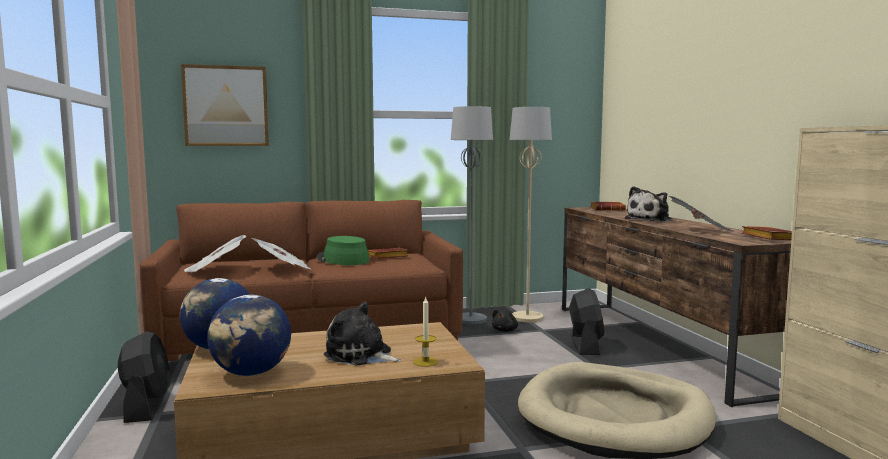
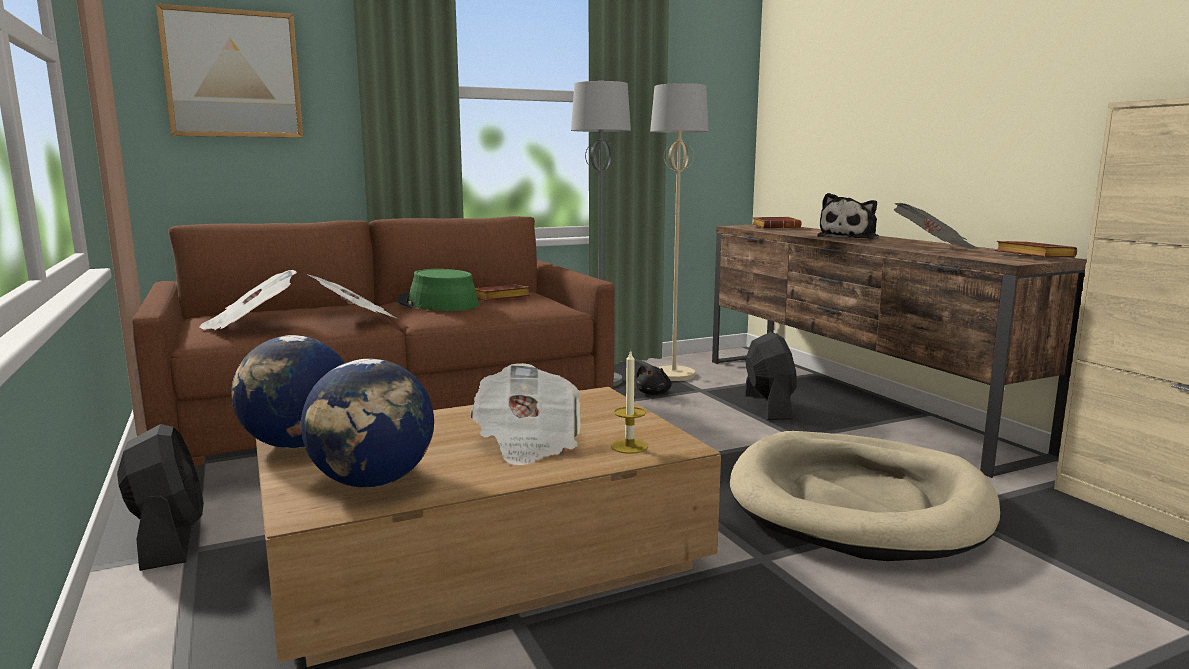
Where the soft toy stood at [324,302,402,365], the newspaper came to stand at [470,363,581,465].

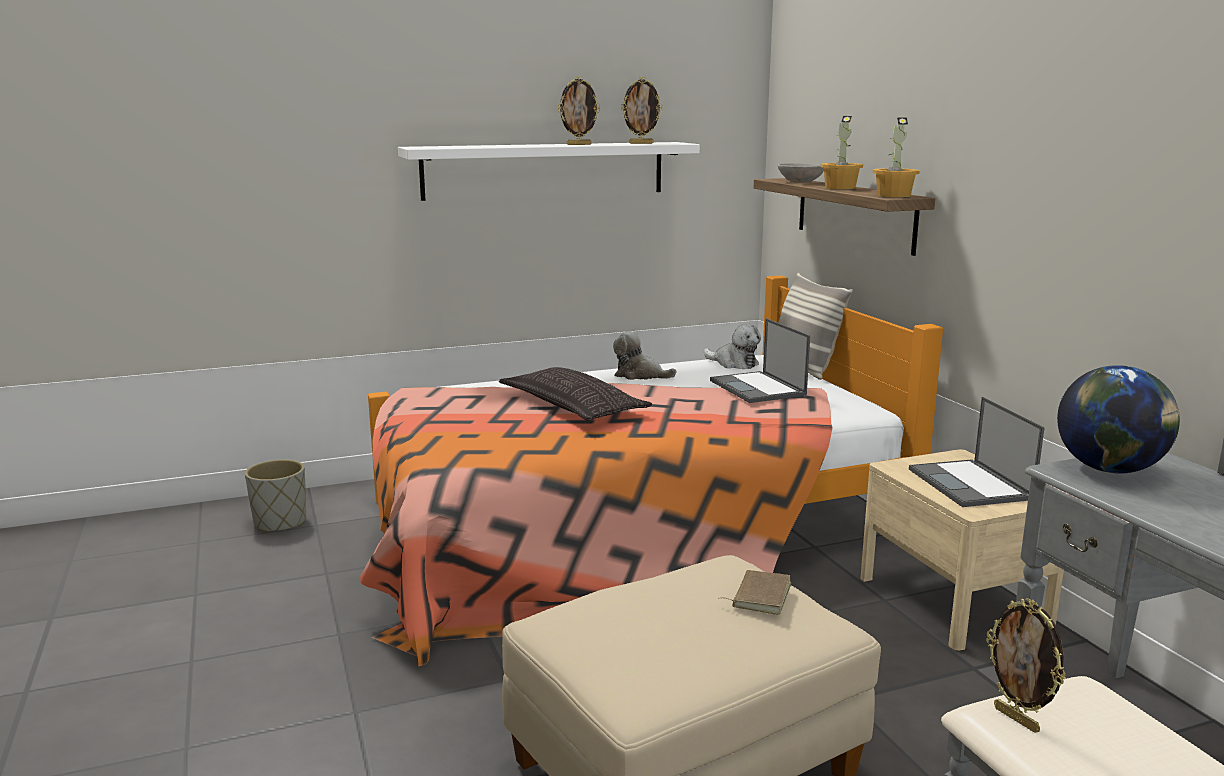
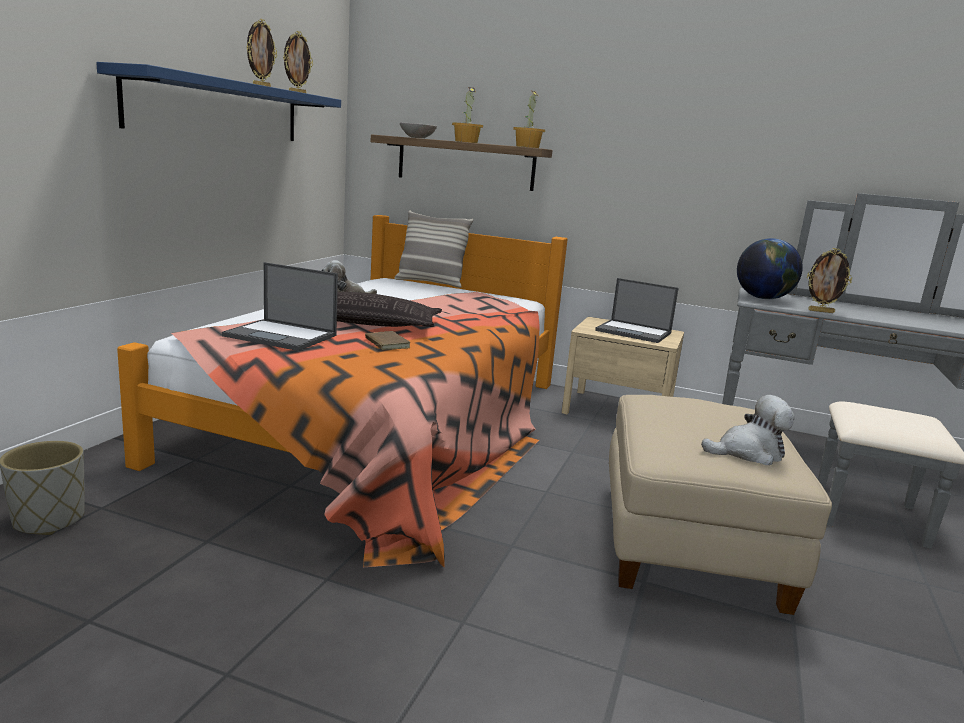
The soft toy ended up elsewhere, having gone from [704,324,761,369] to [701,395,795,465].
The laptop ended up elsewhere, having gone from [710,318,810,403] to [222,262,338,351].
The brown-coloured volume ended up elsewhere, having gone from [718,570,791,615] to [365,331,410,350].
The standing frame ended up elsewhere, having gone from [986,598,1066,733] to [807,248,852,313].
What was the whitish bracket shelf at [398,142,700,201] turned into the blue bracket shelf at [96,62,341,141].

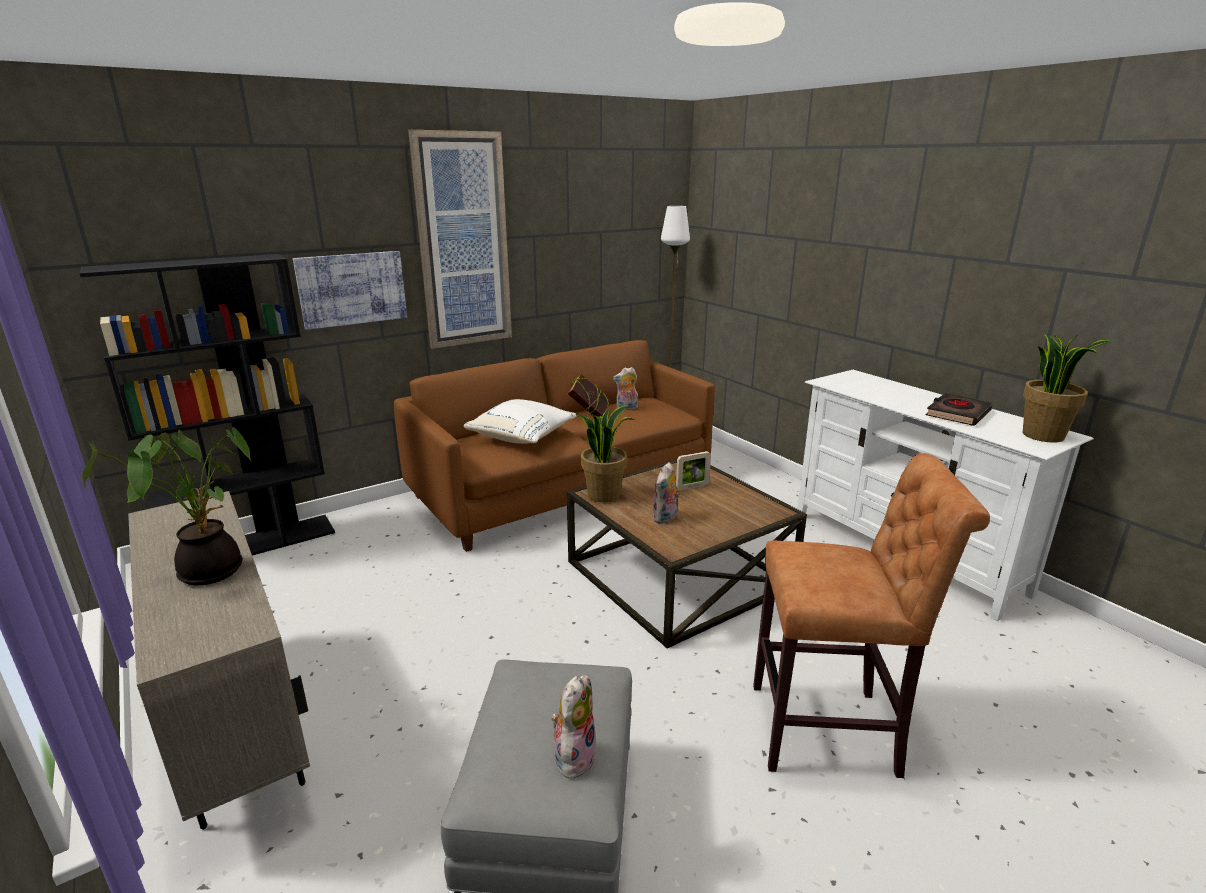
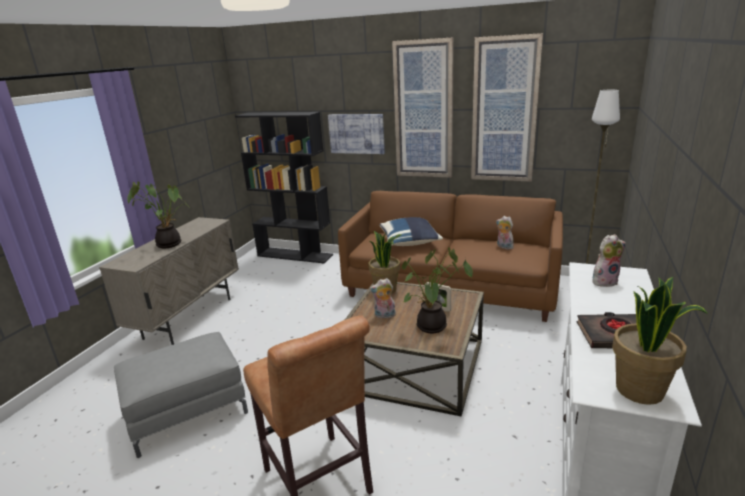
The second view lost the volume at [568,374,610,417].
The second view gained the houseplant at [402,247,473,333].
The second view gained the picture at [471,33,543,182].
The soft toy ended up elsewhere, having gone from [551,675,597,779] to [593,234,626,287].
What was the whitish cushion at [464,399,577,444] turned into the blue cushion at [380,217,443,246].

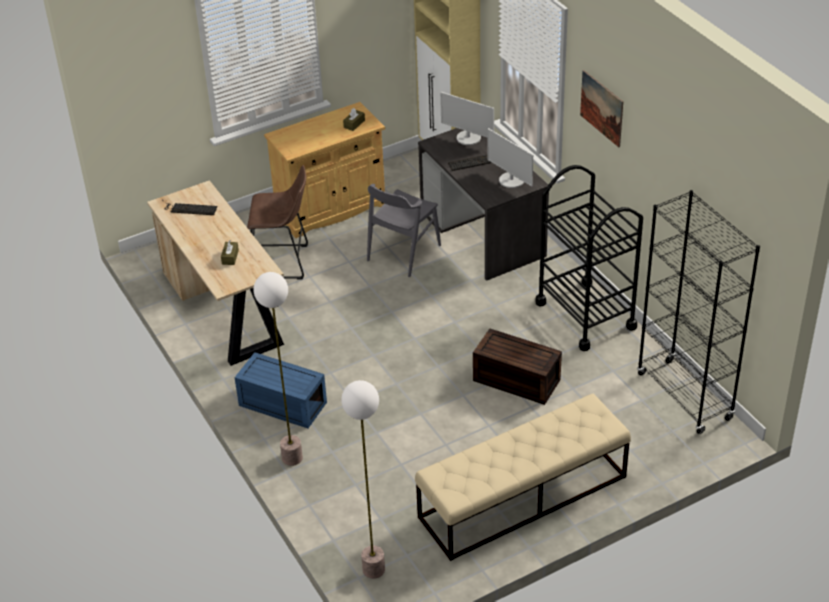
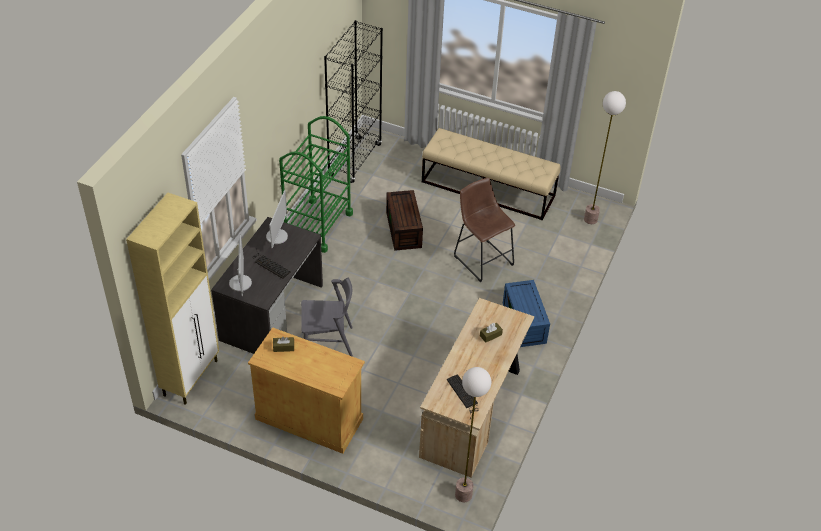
The second view lost the picture at [580,70,623,147].
The brown-coloured stool seat ended up elsewhere, having gone from [247,165,308,280] to [454,178,515,282].
The standing lamp ended up elsewhere, having gone from [253,272,303,466] to [455,367,491,502].
What was the black-coloured cart at [535,165,643,351] turned into the green cart at [279,116,353,253].

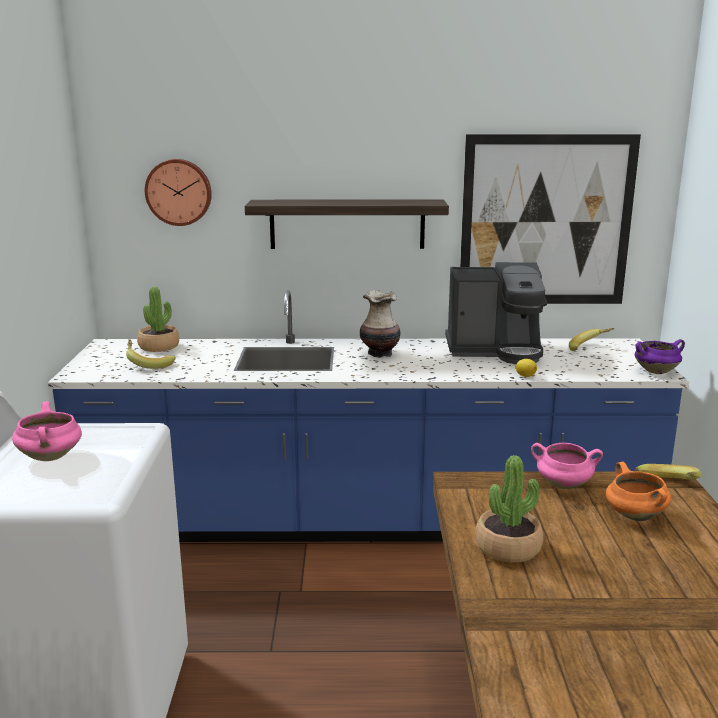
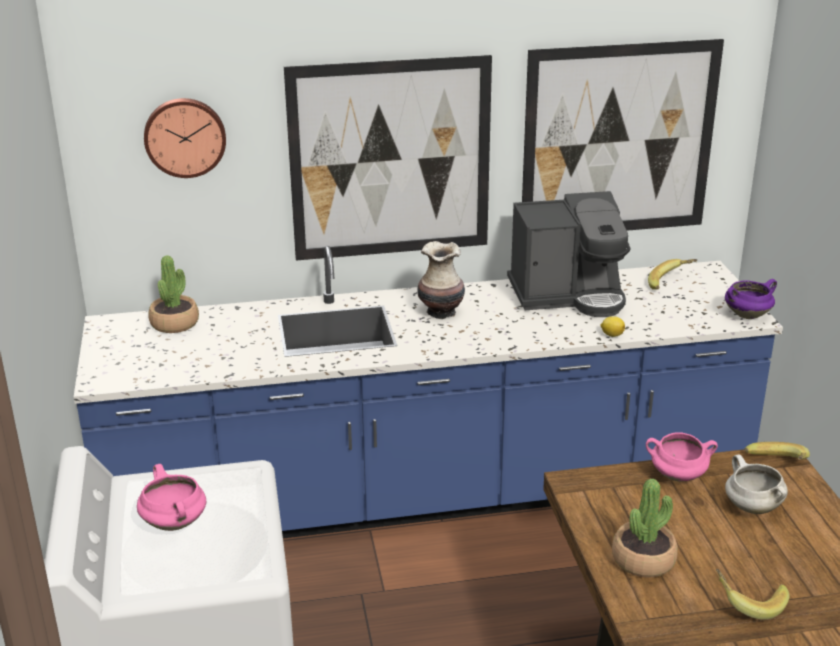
The banana fruit ended up elsewhere, having gone from [126,339,176,369] to [716,569,790,620].
Where the bracket shelf hung at [245,200,449,249], the picture came to hang at [284,55,492,261].
What was the orangey stockpot at [606,462,671,521] turned into the whitish stockpot at [725,454,788,514].

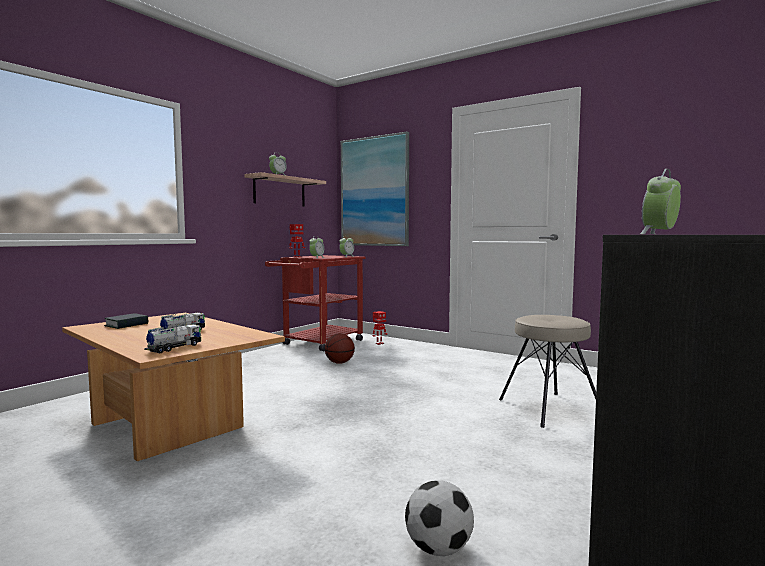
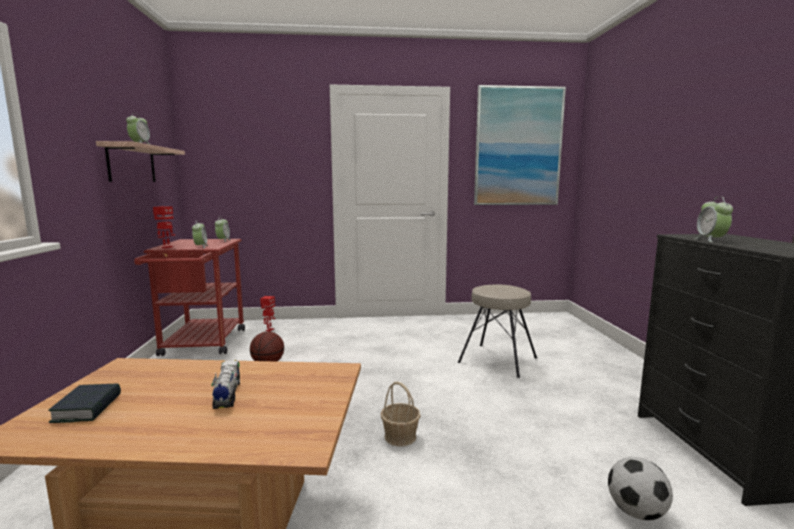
The second view lost the toy lorry at [144,324,201,353].
The second view gained the storage basket at [381,382,421,447].
The picture ended up elsewhere, having gone from [341,132,409,246] to [474,85,566,205].

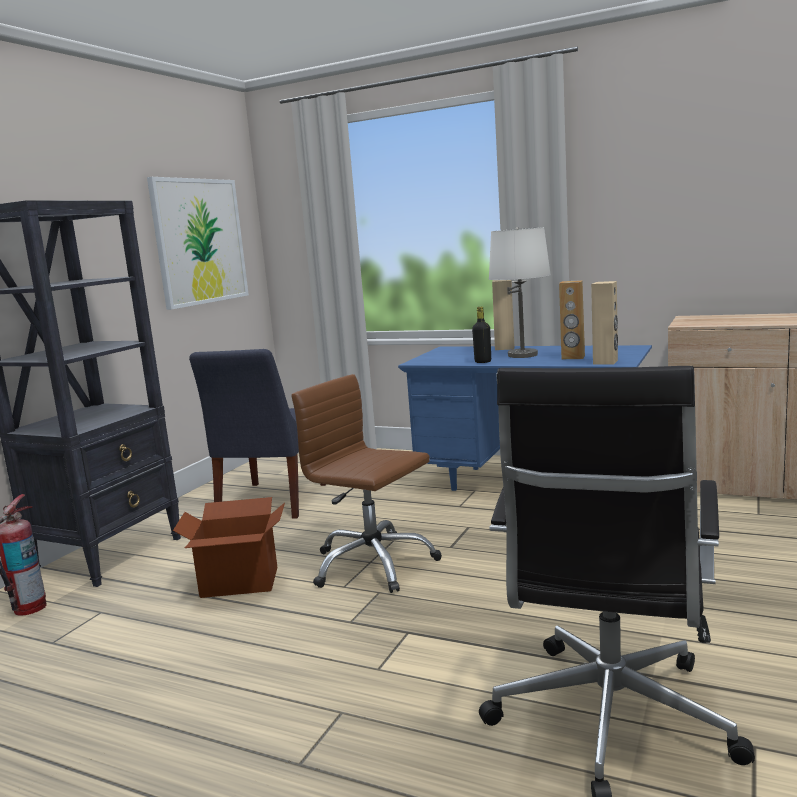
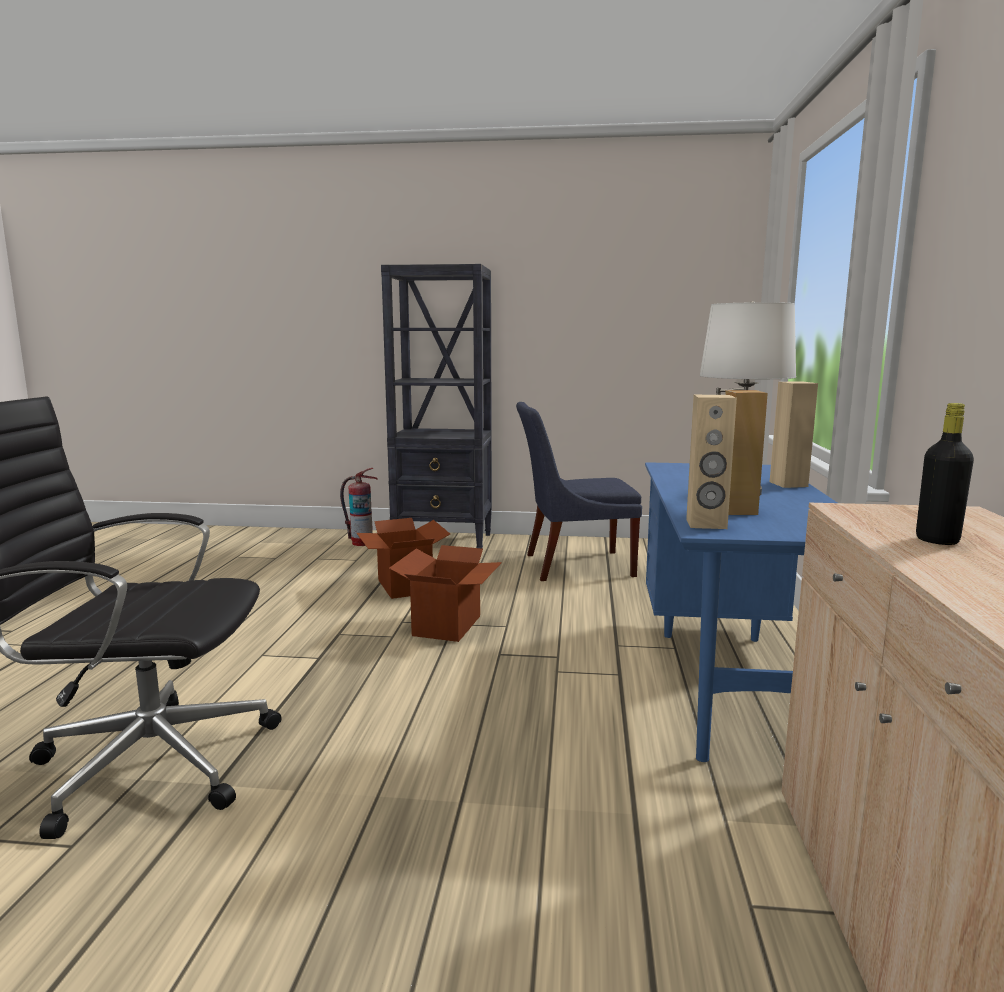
The second view lost the picture at [147,177,249,310].
The black-coloured beverage bottle ended up elsewhere, having gone from [472,307,491,363] to [916,403,974,545].
Where the brown-coloured computer chair stood at [292,374,442,593], the cardboard box came to stand at [389,545,502,642].

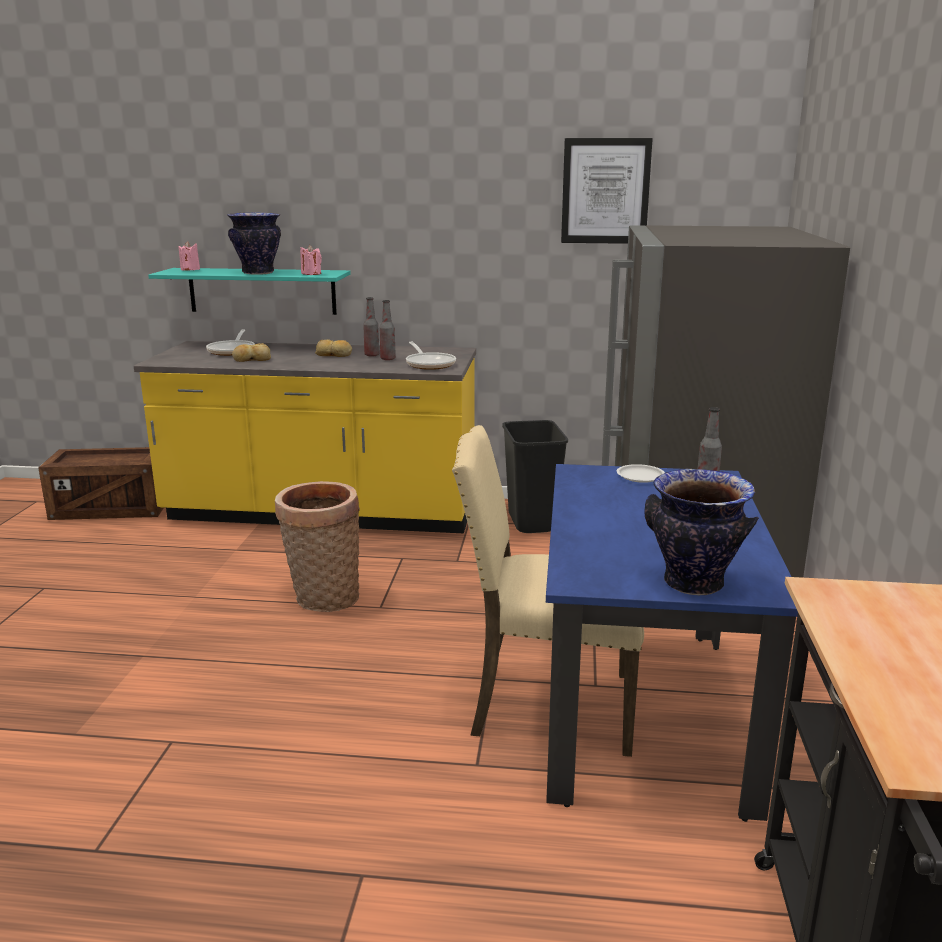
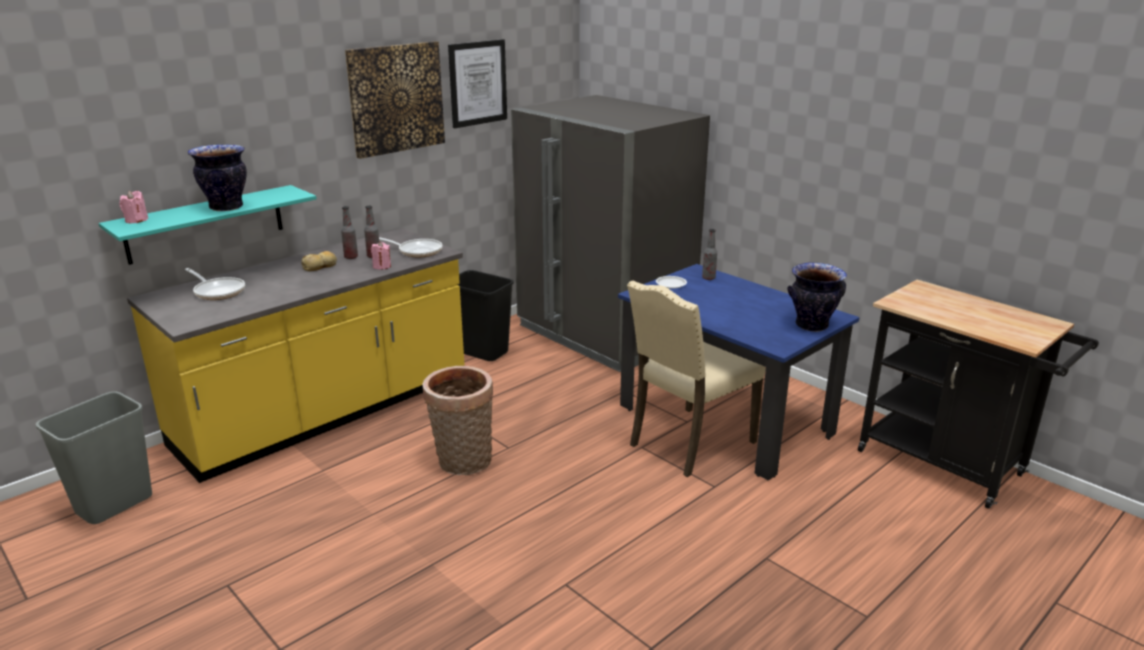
The second view lost the bakery bread at [232,343,271,362].
The second view gained the picture at [345,41,445,159].
The pinkish candle ended up elsewhere, having gone from [300,245,322,275] to [371,241,391,270].
Where the packing crate stood at [38,447,164,520], the greyish trash can came to stand at [36,391,152,524].

